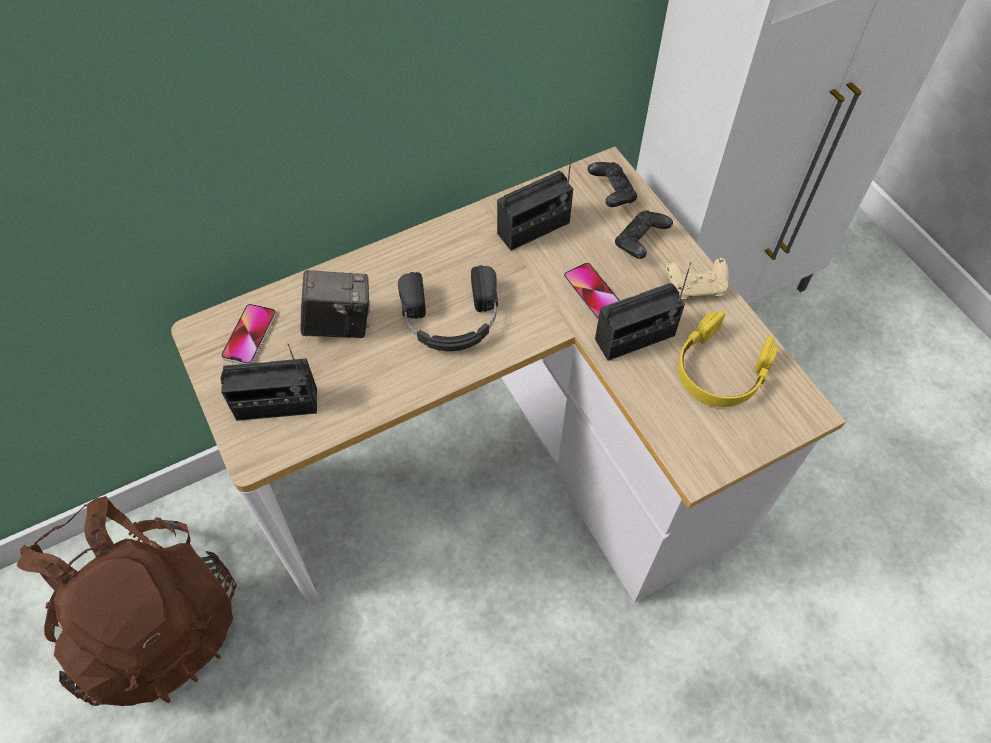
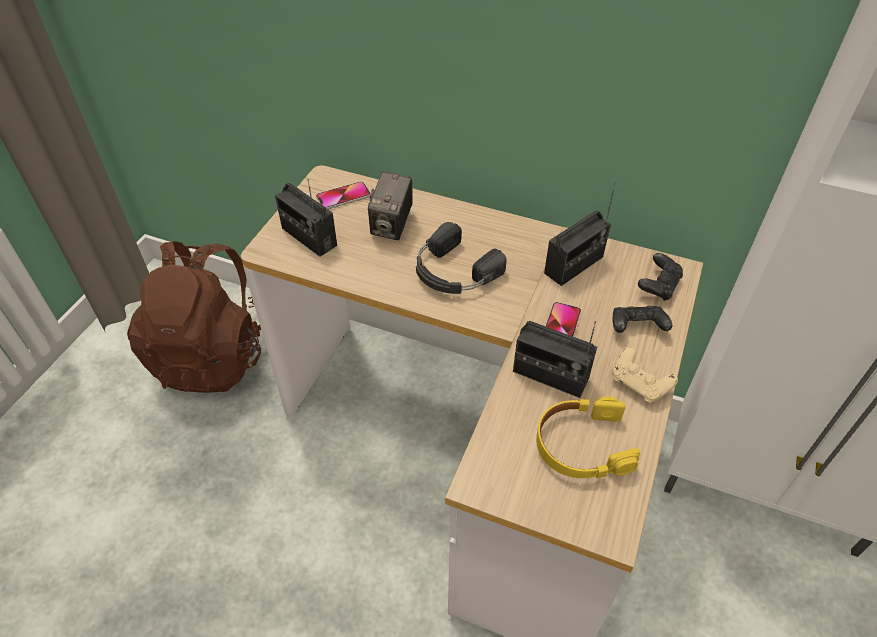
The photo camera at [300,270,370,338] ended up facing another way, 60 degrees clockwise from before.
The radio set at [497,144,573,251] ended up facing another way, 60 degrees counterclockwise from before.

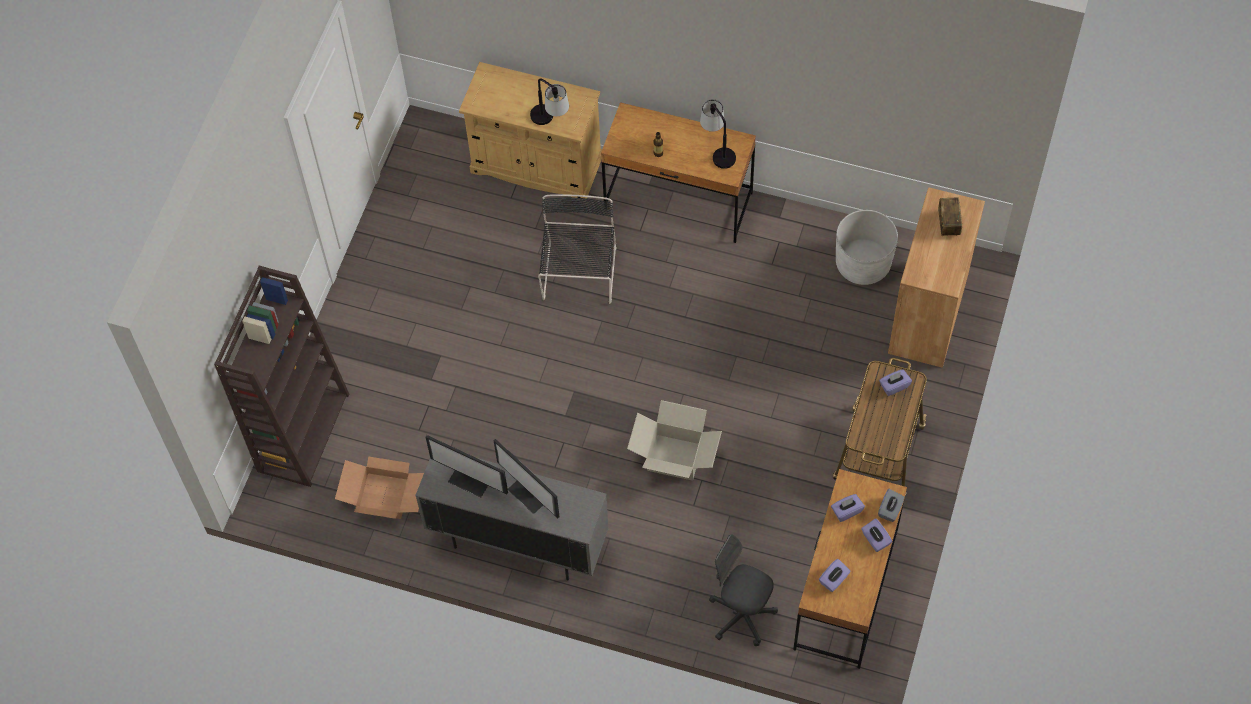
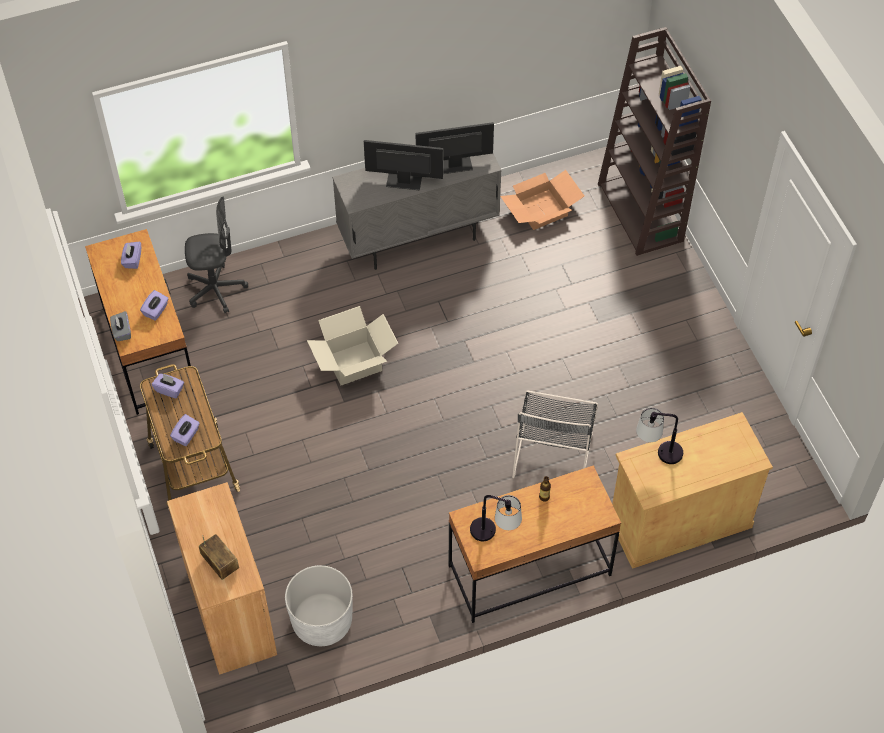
The purplish tissue box ended up elsewhere, having gone from [861,518,892,552] to [152,373,184,399].
The black-coloured upright chair at [538,194,616,304] ended up facing another way, 45 degrees clockwise from before.

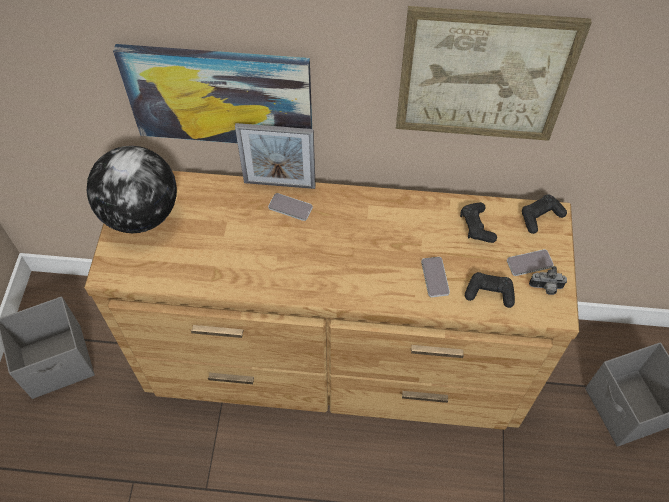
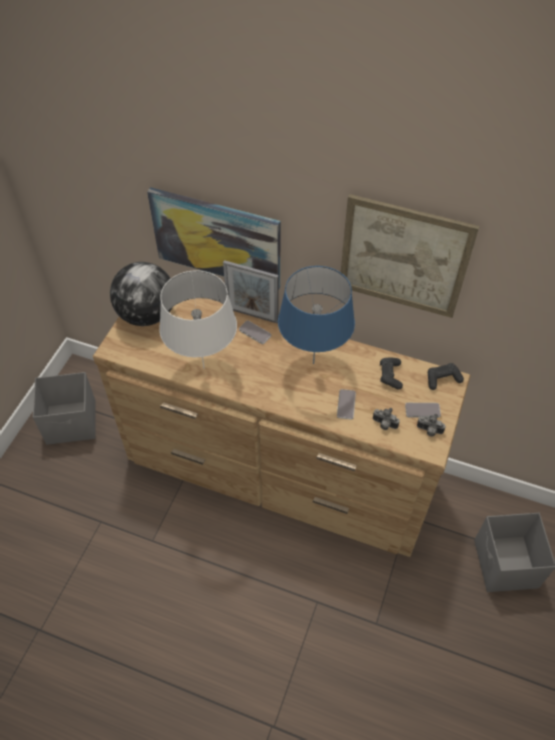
The second view gained the whitish table lamp at [159,270,237,369].
The second view gained the blue table lamp at [278,266,355,364].
Where the black-coloured joypad stood at [465,272,515,308], the photo camera came to stand at [373,408,400,430].

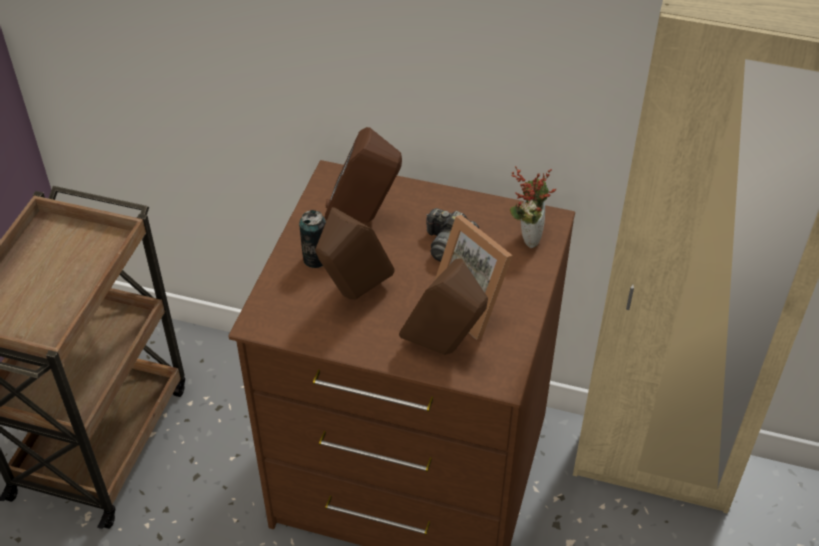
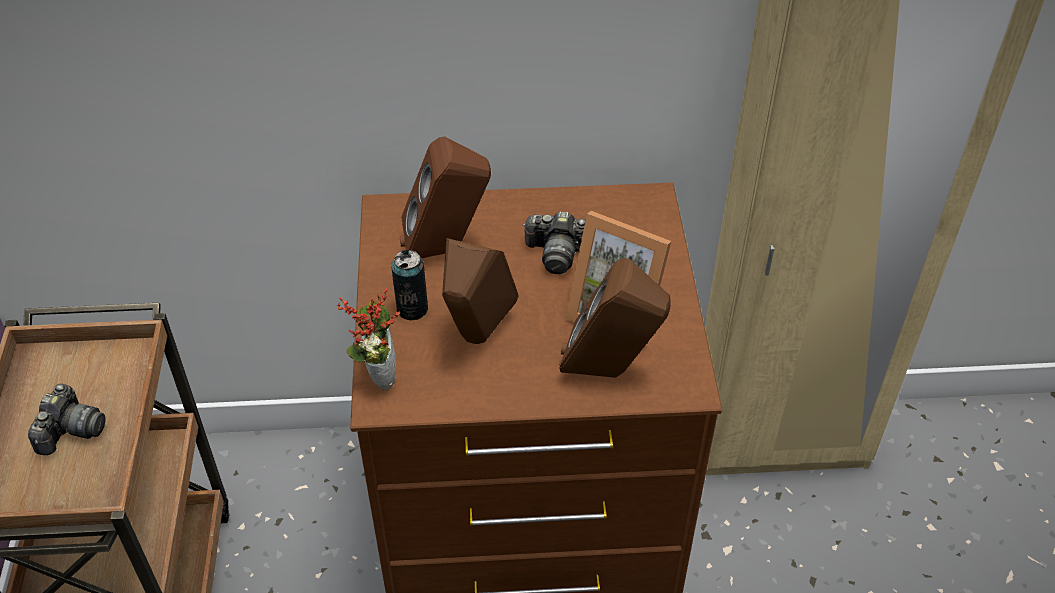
The second view gained the photo camera at [28,384,106,455].
The houseplant ended up elsewhere, having gone from [510,166,556,248] to [337,288,400,391].

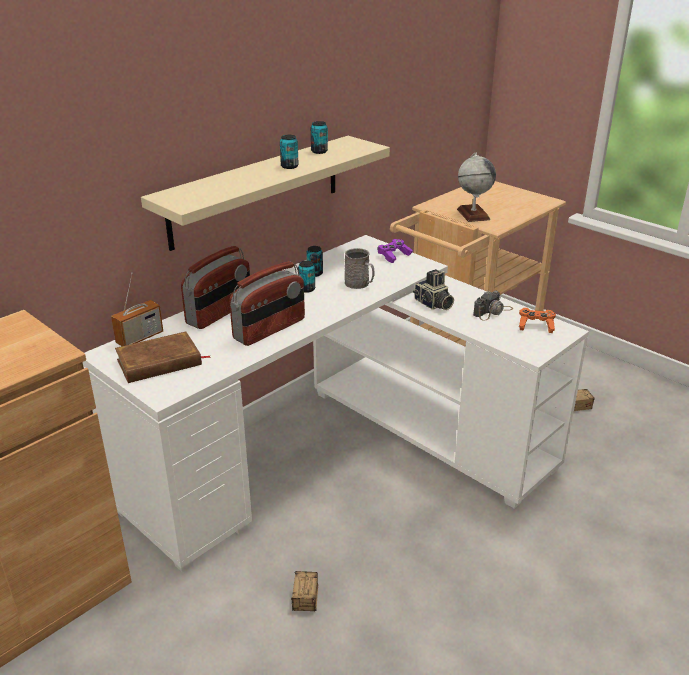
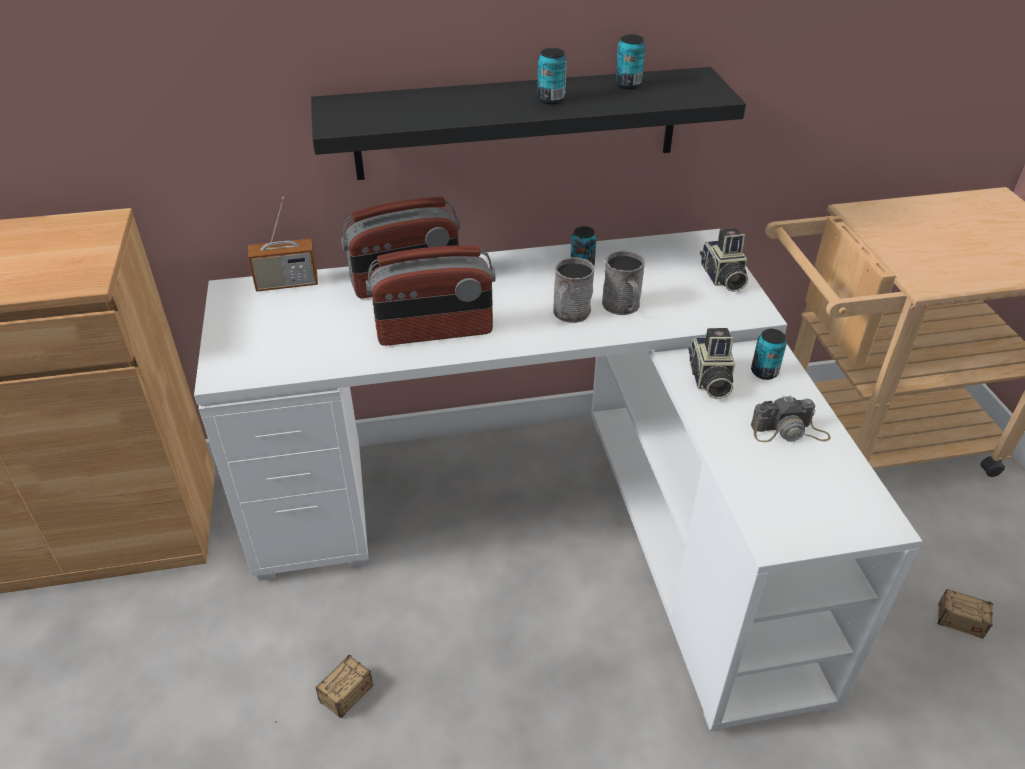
The second view lost the brown-coloured volume at [115,332,211,383].
The second view lost the desk globe at [457,153,496,222].
The second view lost the orangey joypad at [519,308,556,333].
The second view gained the greyish tea mug at [553,257,595,323].
The sealed can ended up elsewhere, having gone from [298,261,315,293] to [751,329,787,380].
Where the purplish joypad stood at [377,239,413,263], the photo camera came to stand at [700,228,748,292].
What was the sand-coloured bracket shelf at [141,136,390,251] turned into the black-coloured bracket shelf at [311,67,746,180].

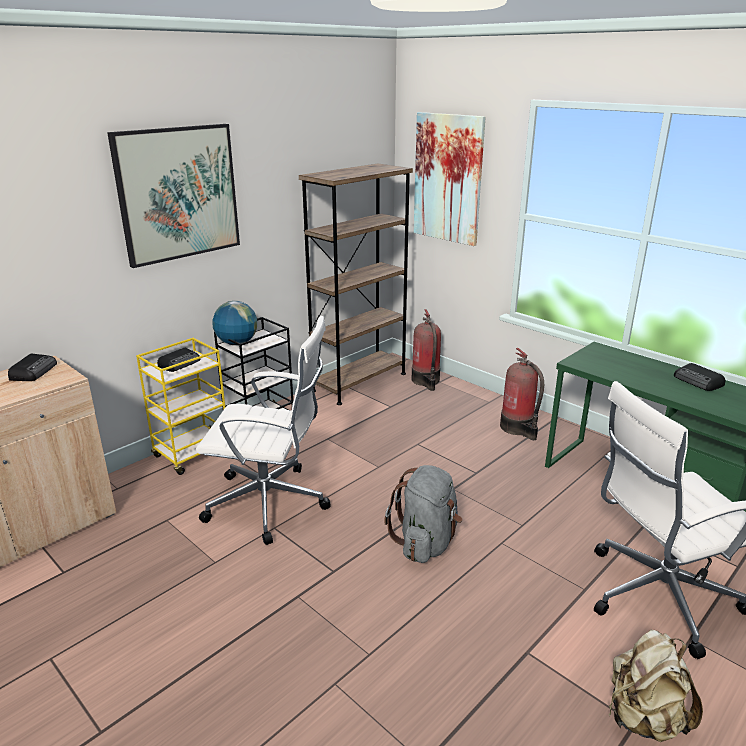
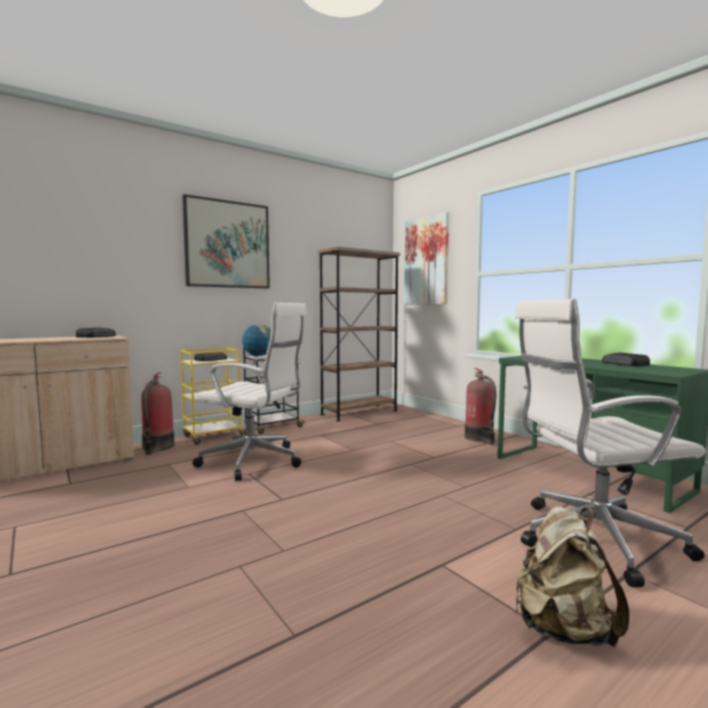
The second view lost the greyish rucksack at [384,465,463,563].
The fire-fighting cylinder ended up elsewhere, having gone from [412,309,441,391] to [141,372,175,455].

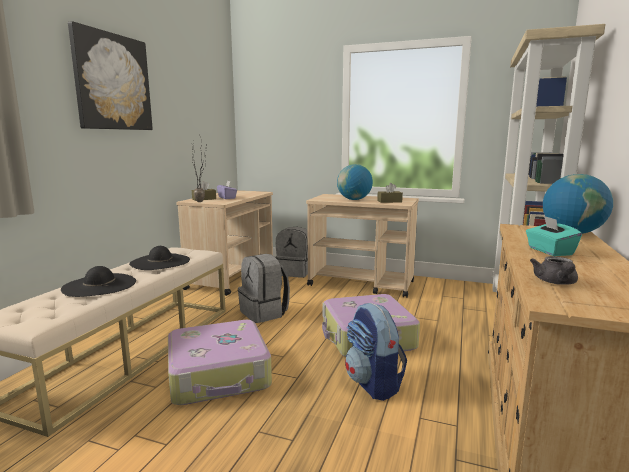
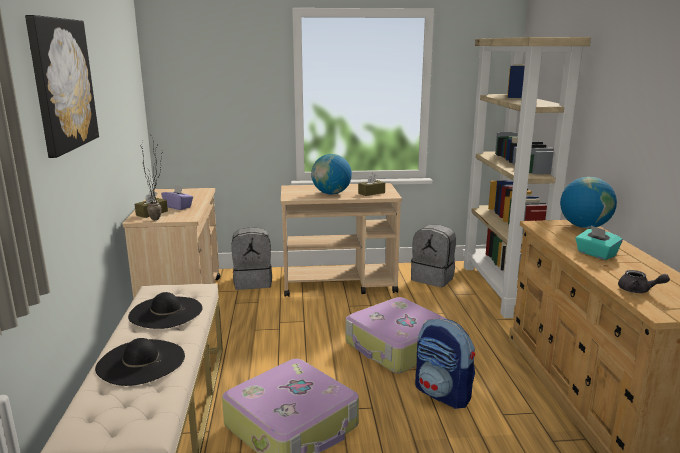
The greyish rucksack ended up elsewhere, having gone from [238,254,290,323] to [411,225,456,287].
The greyish tea pot at [530,256,578,285] ended up facing another way, 45 degrees counterclockwise from before.

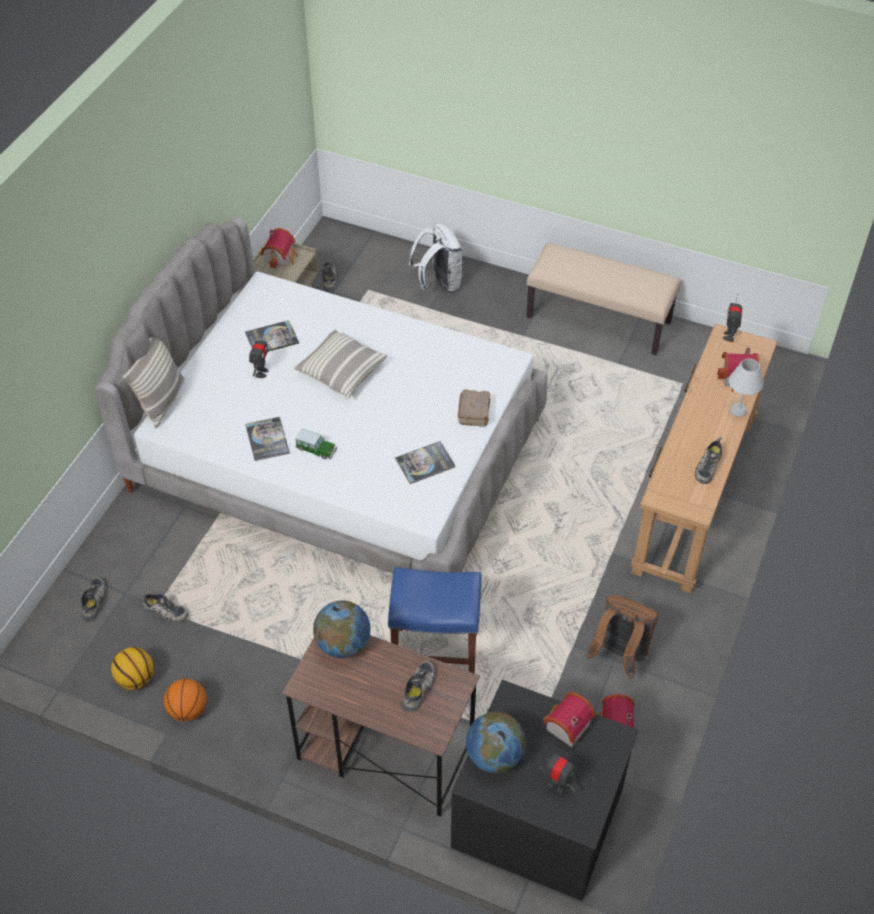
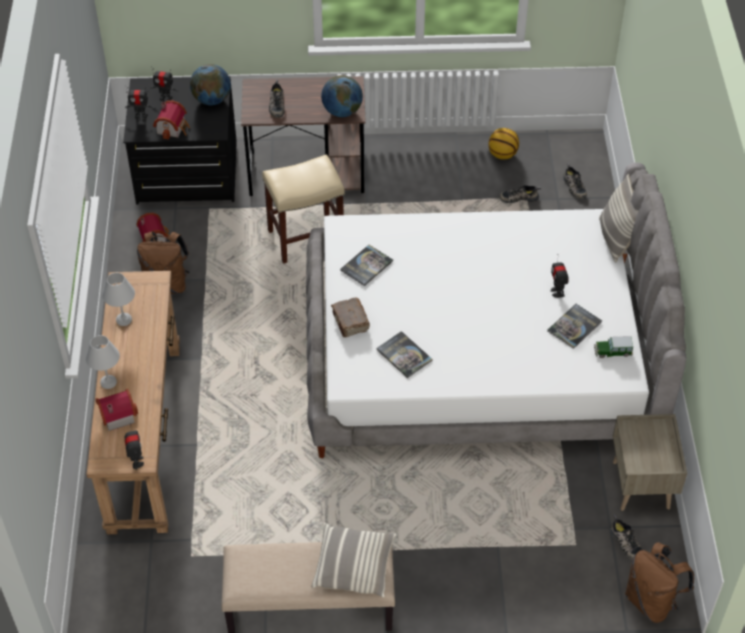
The second view lost the basketball ball at [164,679,207,721].
The second view lost the model house at [260,228,298,269].
The second view lost the whitish rucksack at [409,224,463,294].
The second view gained the toy robot at [125,87,155,120].
The second view gained the brown-coloured rucksack at [625,542,694,623].
The volume ended up elsewhere, having gone from [245,417,290,461] to [376,331,432,378].
The cushion ended up elsewhere, having gone from [293,329,387,399] to [312,523,396,597].
The model car ended up elsewhere, having gone from [296,429,337,459] to [594,336,633,358].
Where the shoe stood at [695,437,722,484], the whitish table lamp came to stand at [102,273,135,326].
What was the blue stool seat at [388,567,482,674] turned into the sand-coloured stool seat at [262,154,345,264].

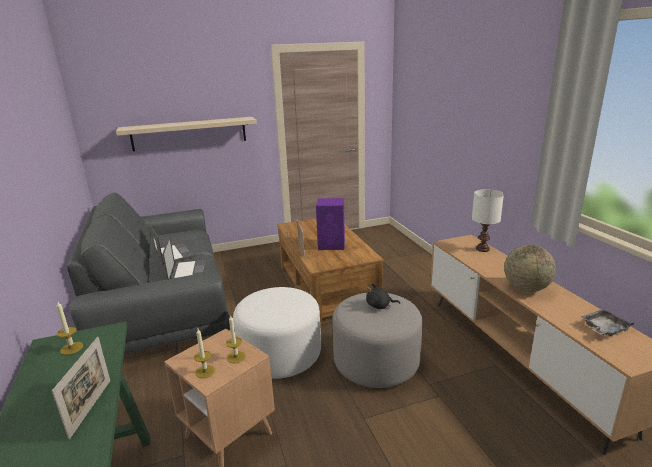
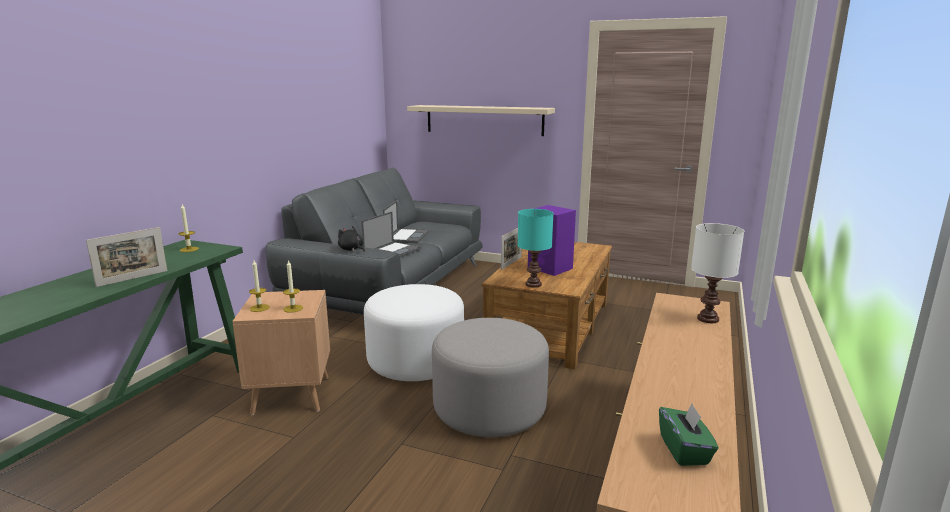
The second view lost the desk globe at [504,245,556,292].
The second view gained the turquoise-coloured table lamp at [517,209,554,288].
The black-coloured soft toy ended up elsewhere, having gone from [366,283,400,309] to [338,226,365,252].
Where the greyish tray stood at [581,309,635,336], the green tissue box came to stand at [659,404,718,466].

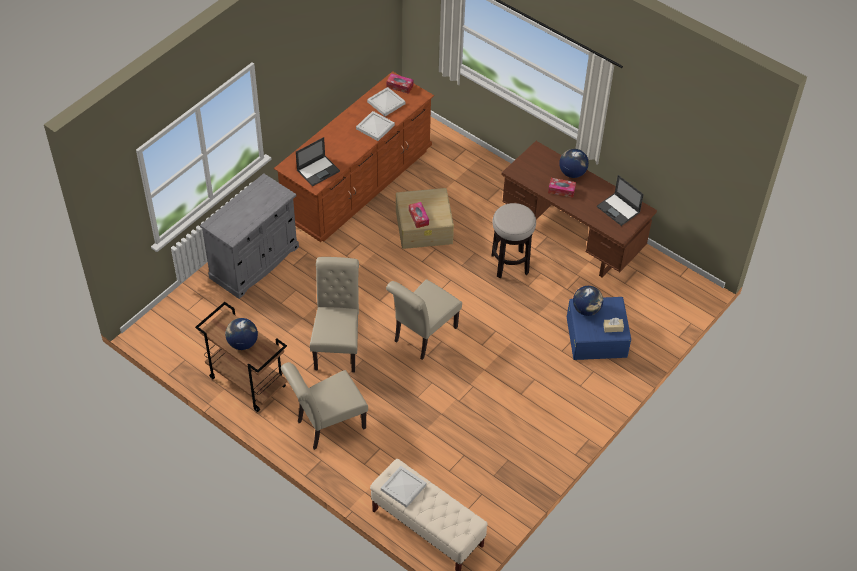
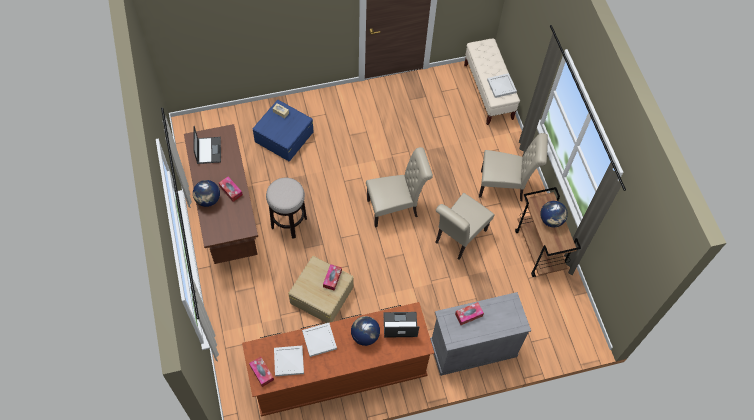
The second view gained the tissue box at [455,302,484,325].
The desk globe ended up elsewhere, having gone from [573,286,603,316] to [351,316,380,346].

